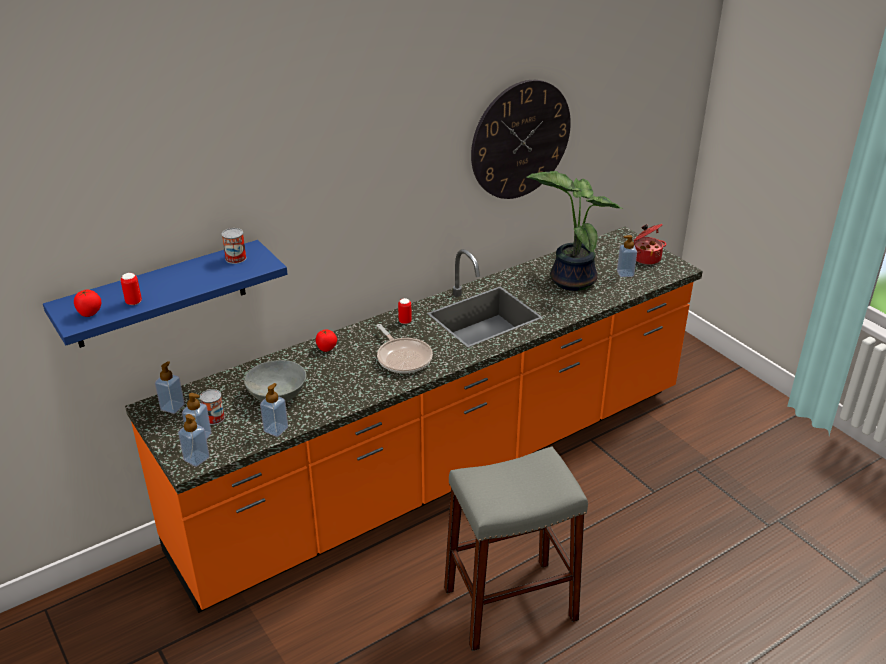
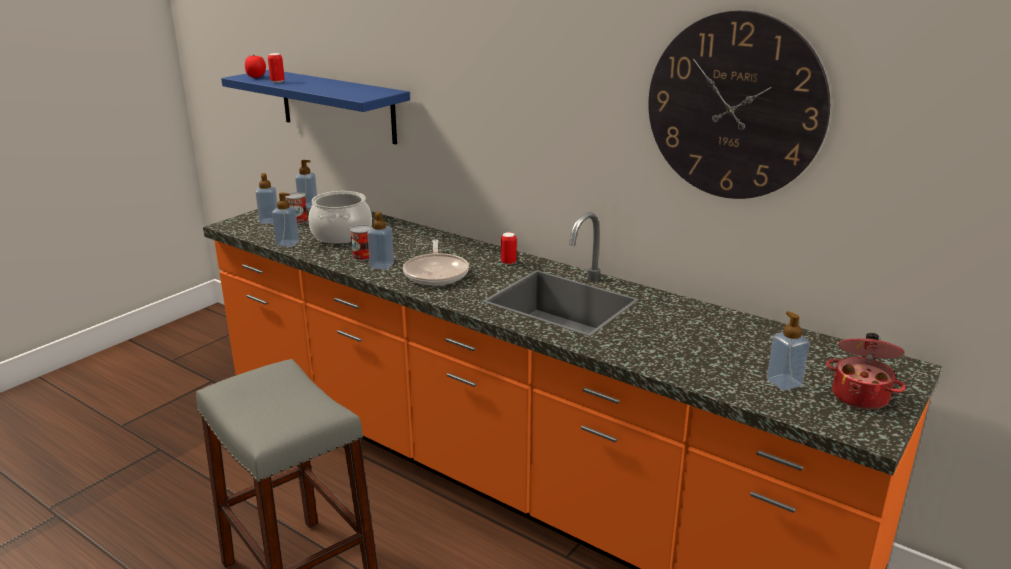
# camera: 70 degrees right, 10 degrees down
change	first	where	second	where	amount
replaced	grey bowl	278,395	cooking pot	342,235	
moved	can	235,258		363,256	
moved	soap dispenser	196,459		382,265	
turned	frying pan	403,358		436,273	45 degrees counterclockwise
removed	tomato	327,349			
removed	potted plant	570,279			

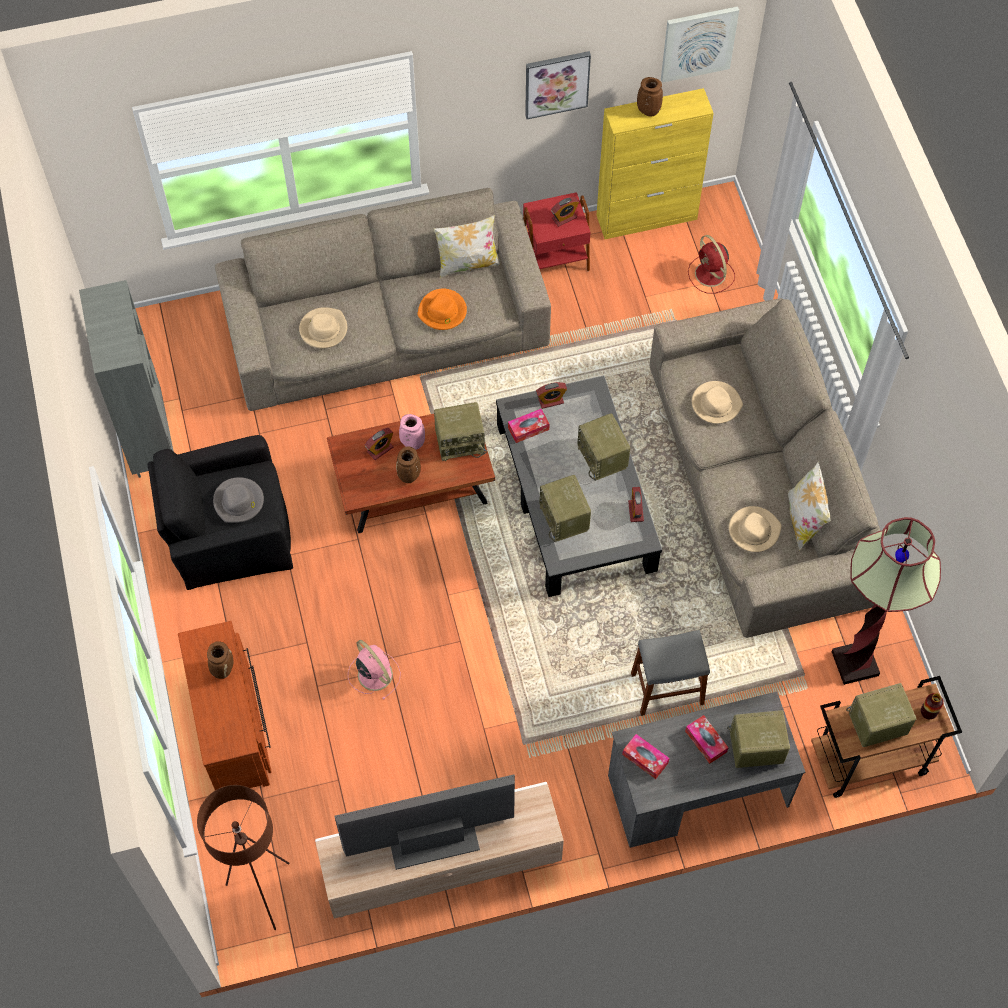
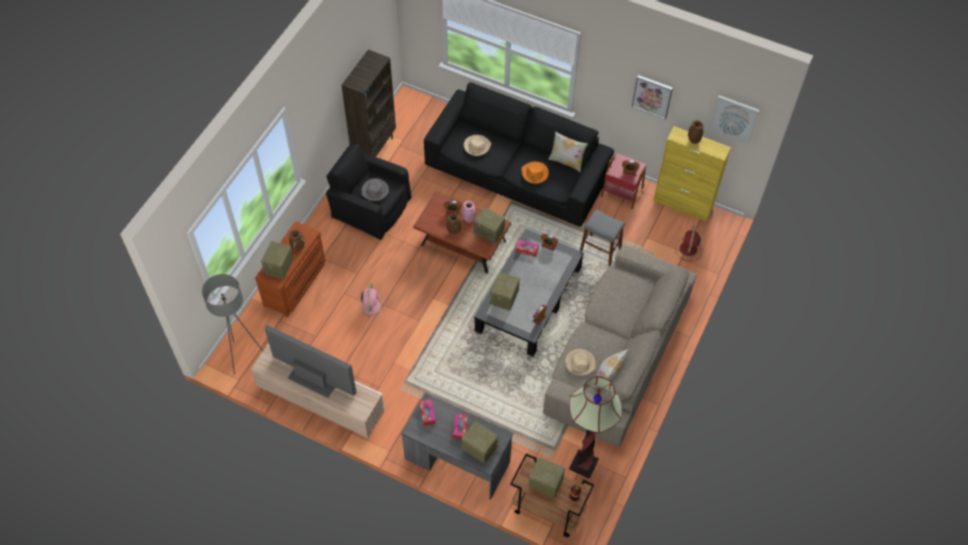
# camera: 40 degrees right, 5 degrees down
change	first	where	second	where	amount
recoloured	brown floor lamp	263,893	grey floor lamp	243,356	
moved	radio	603,458		279,267	
recoloured	grey bookcase	149,441	brown bookcase	374,148	
recoloured	beige sofa	387,329	black sofa	516,172	
moved	grey stool	667,688		600,250	
removed	beige hat	716,404			

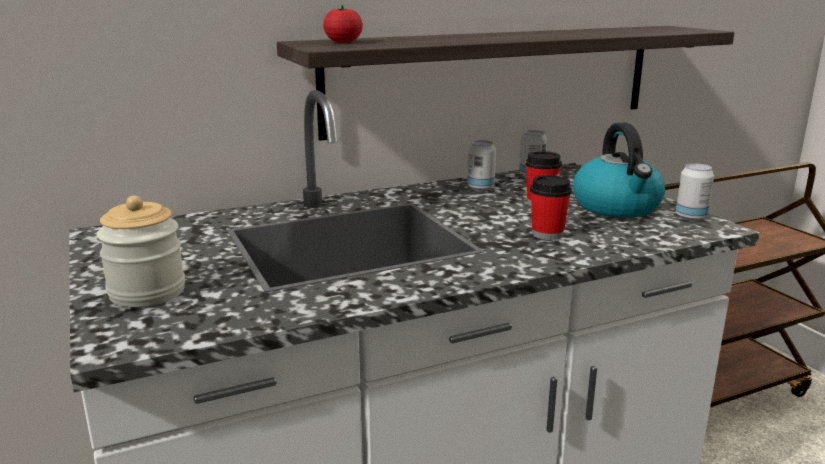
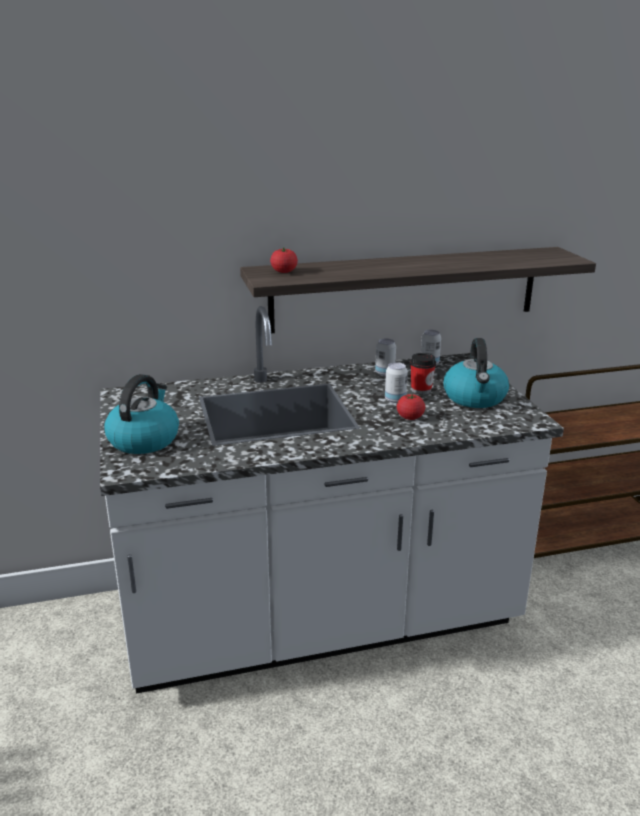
# camera: 10 degrees right, 5 degrees up
change	first	where	second	where	amount
replaced	jar	147,292	kettle	144,439	
moved	can	691,217		395,399	
replaced	cup	547,234	tomato	410,417	

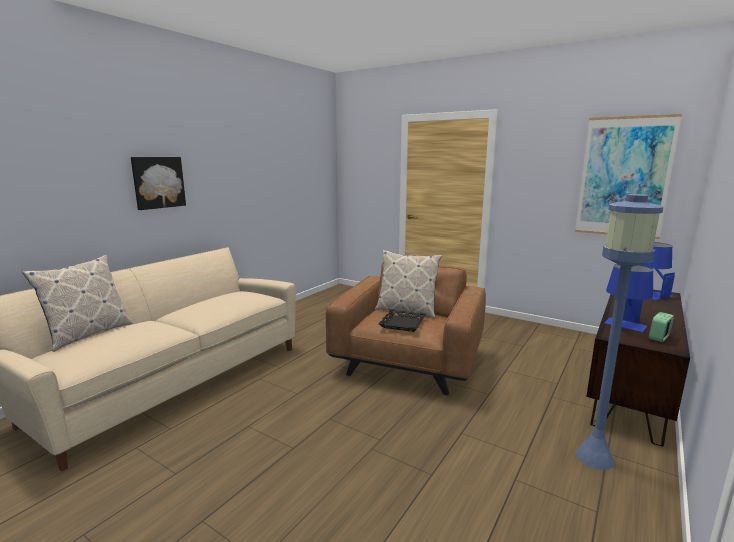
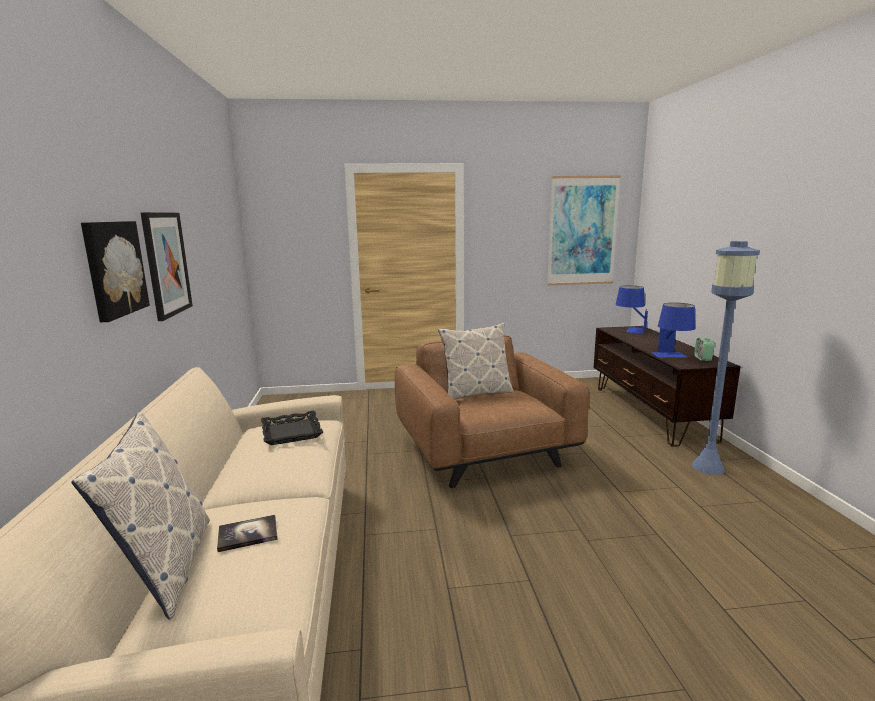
# camera: 40 degrees left, 0 degrees up
change	first	where	second	where	amount
added			picture	166,264	
added			book	248,534	
moved	black tray	403,324		292,432	

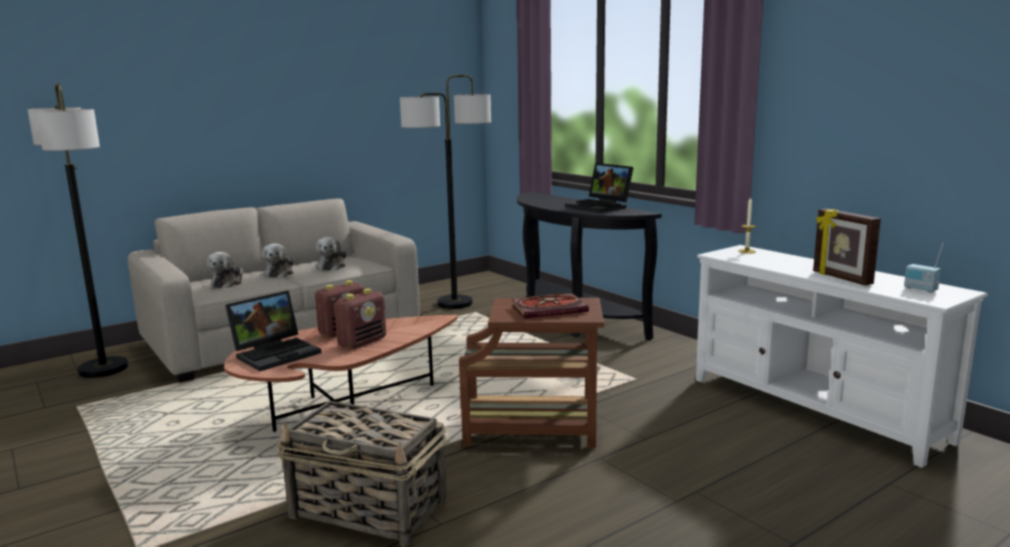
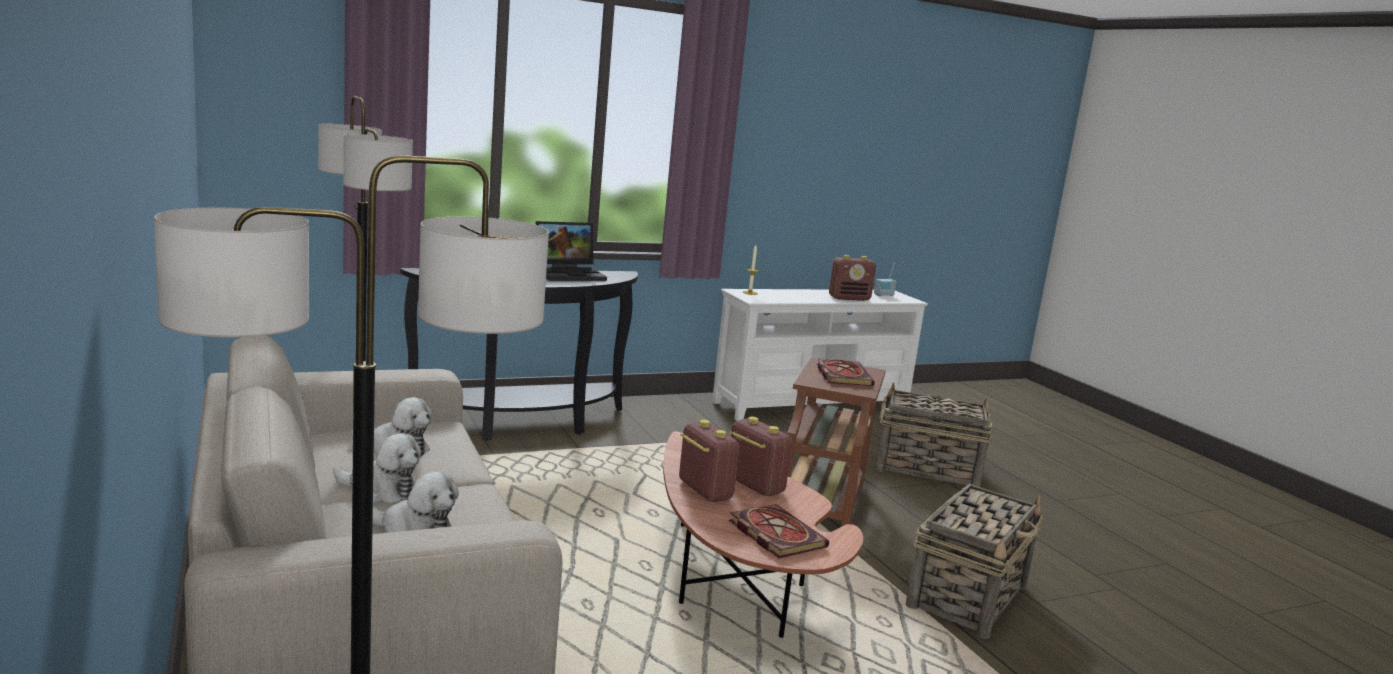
# camera: 80 degrees left, 0 degrees up
change	first	where	second	where	amount
replaced	laptop	277,353	book	774,534	
replaced	picture frame	841,278	radio	849,298	
added			basket	925,468	

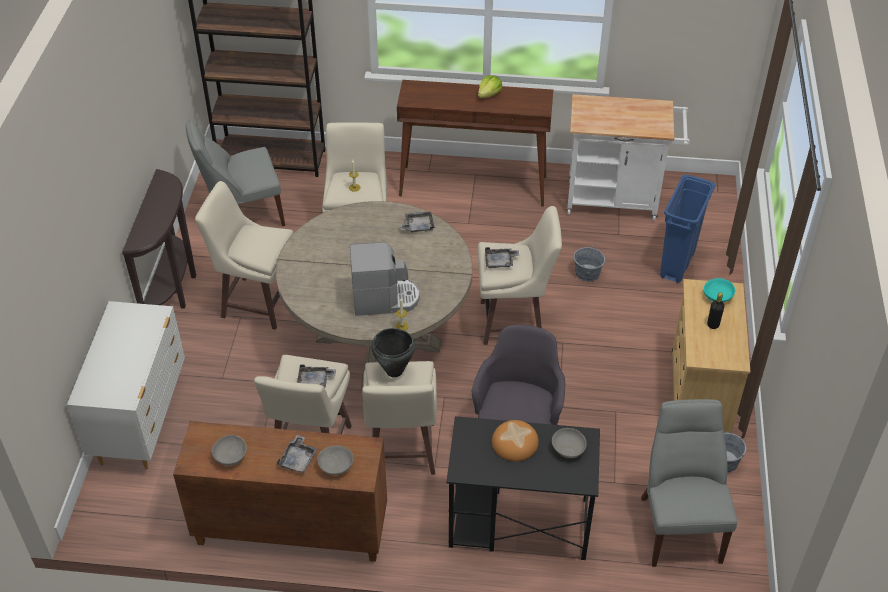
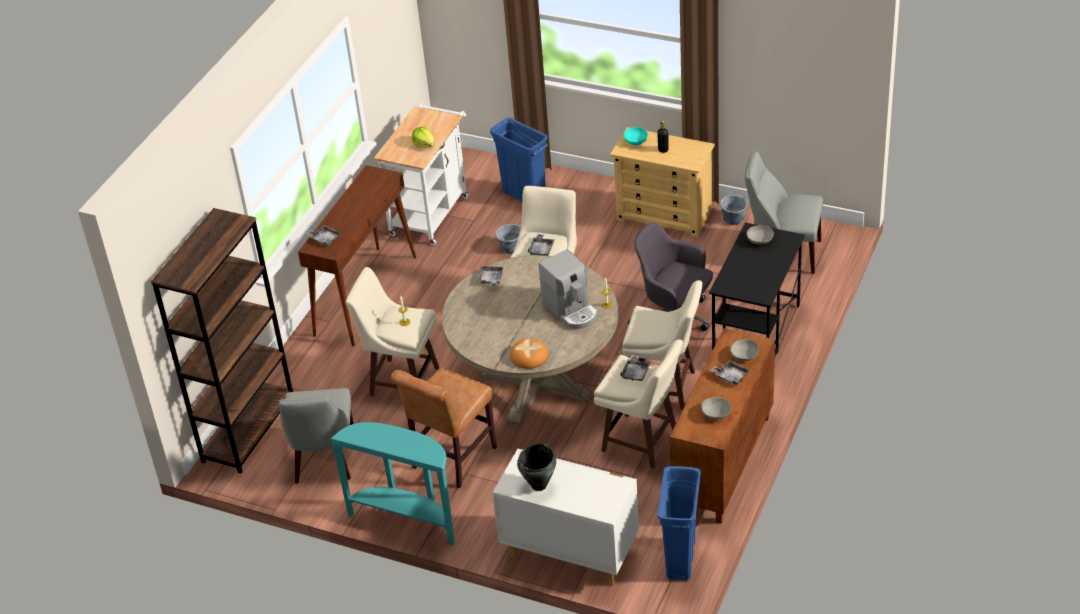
# camera: 70 degrees left, 5 degrees down
change	first	where	second	where	amount
added			grey tray	324,238	
recoloured	brown console table	174,289	turquoise console table	406,519	
replaced	beige stool	257,302	brown chair	451,460	
moved	lettuce	489,94		424,144	
moved	bread	515,442		528,356	
moved	black cooking pot	394,371		539,485	
turned	coffee machine	385,299		571,310	135 degrees clockwise
added			blue trash can	680,558	

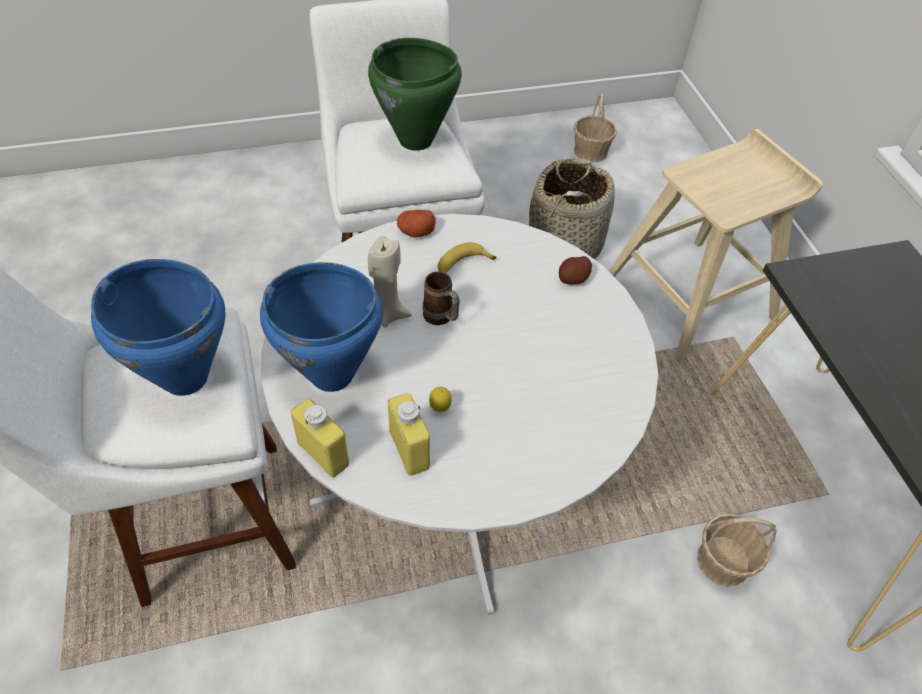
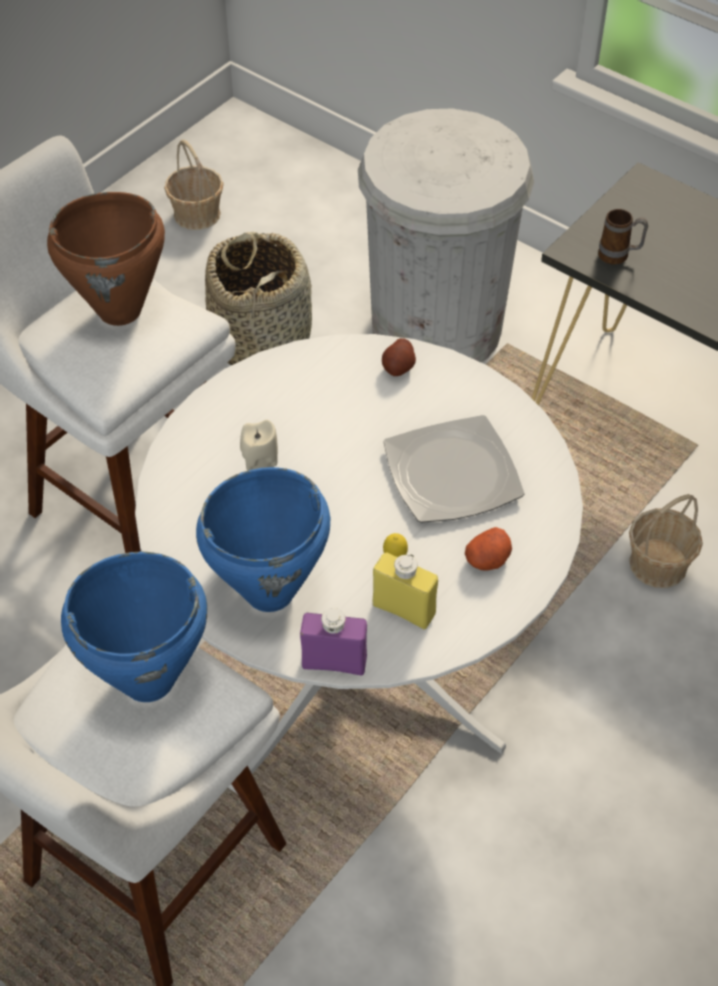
# camera: 35 degrees left, 0 degrees up
change	first	where	second	where	amount
recoloured	green cooking pot	416,141	brown cooking pot	120,311	
recoloured	yellow bottle	323,454	purple bottle	334,662	
replaced	beige stool	691,298	white trash can	436,327	
added			plate	450,473	
moved	potato	415,232		487,560	
moved	mug	441,319		619,256	
removed	banana	462,265			

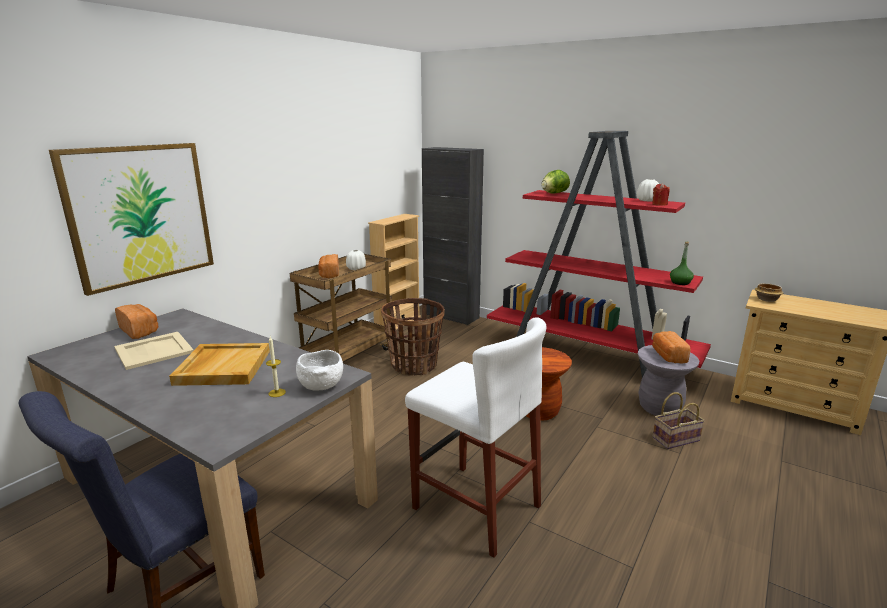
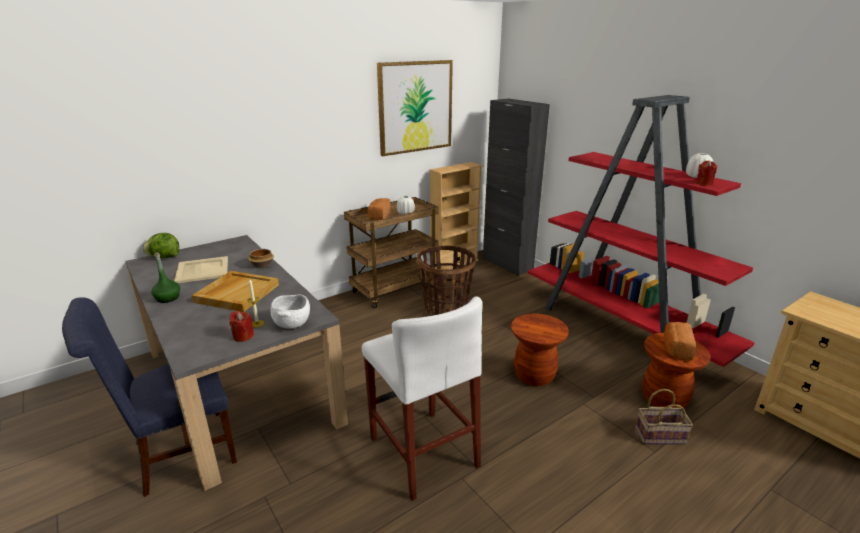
# camera: 20 degrees right, 5 degrees up
change	first	where	second	where	amount
moved	lettuce	554,193		164,257	
moved	green bottle	680,282		167,298	
added			red candle	243,336	
moved	bowl	766,299		261,265	
moved	picture	140,214		415,107	
recoloured	grey stool	659,408	brown stool	664,399	
removed	bread	140,331			

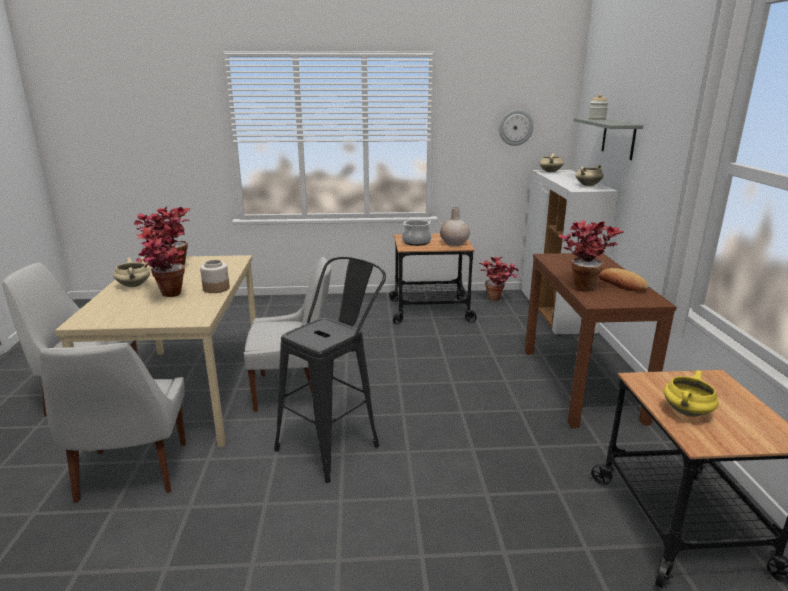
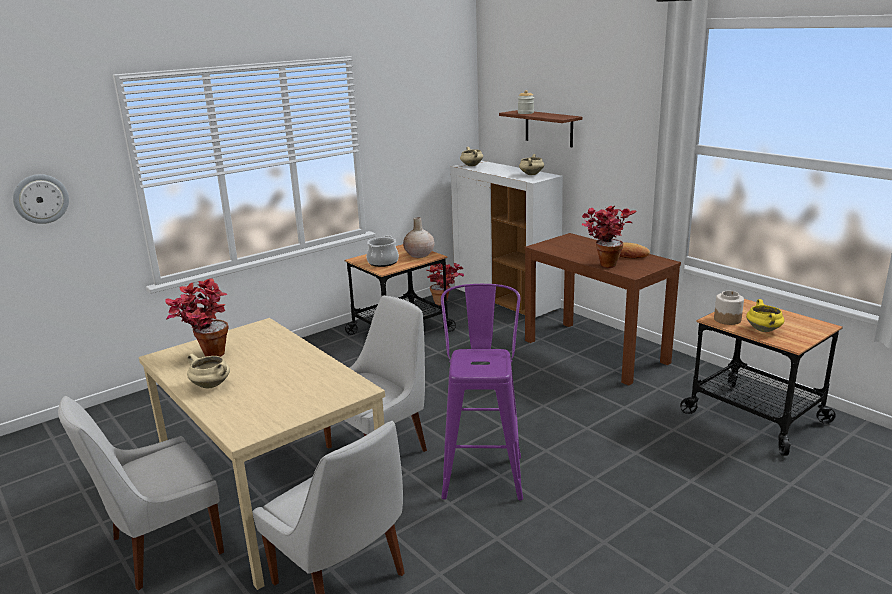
# camera: 35 degrees left, 0 degrees up
change	first	where	second	where	amount
moved	wall clock	515,127		41,198	
recoloured	black stool	335,443	purple stool	483,470	
recoloured	grey shelf	618,138	brown shelf	549,128	
moved	jar	216,288		727,319	
removed	potted plant	167,296			

